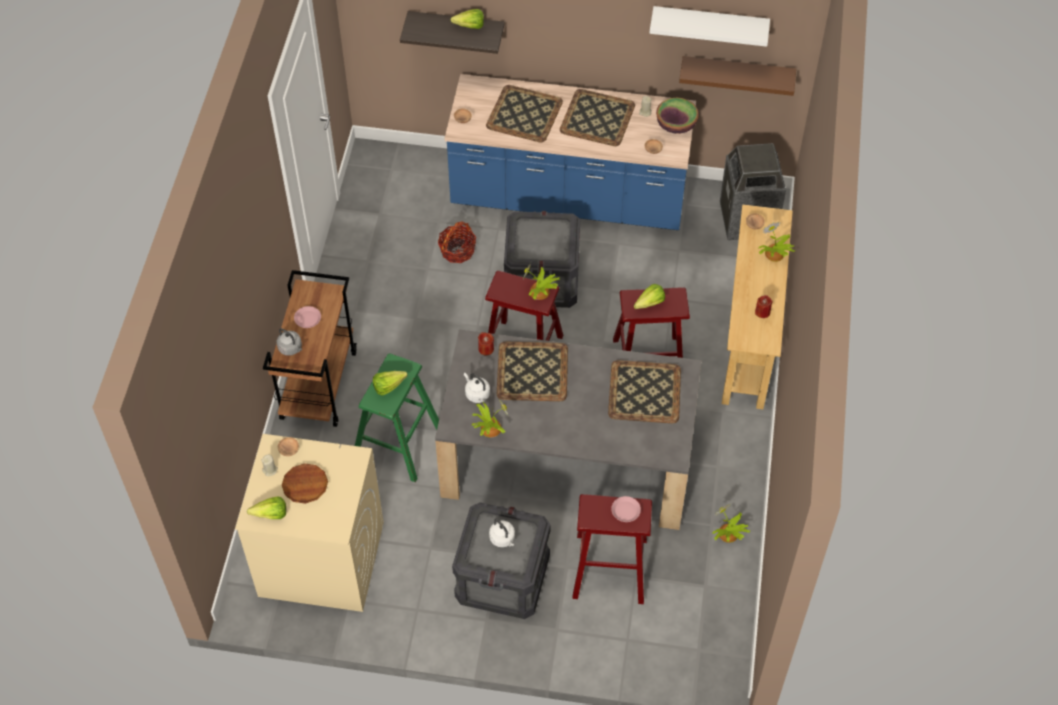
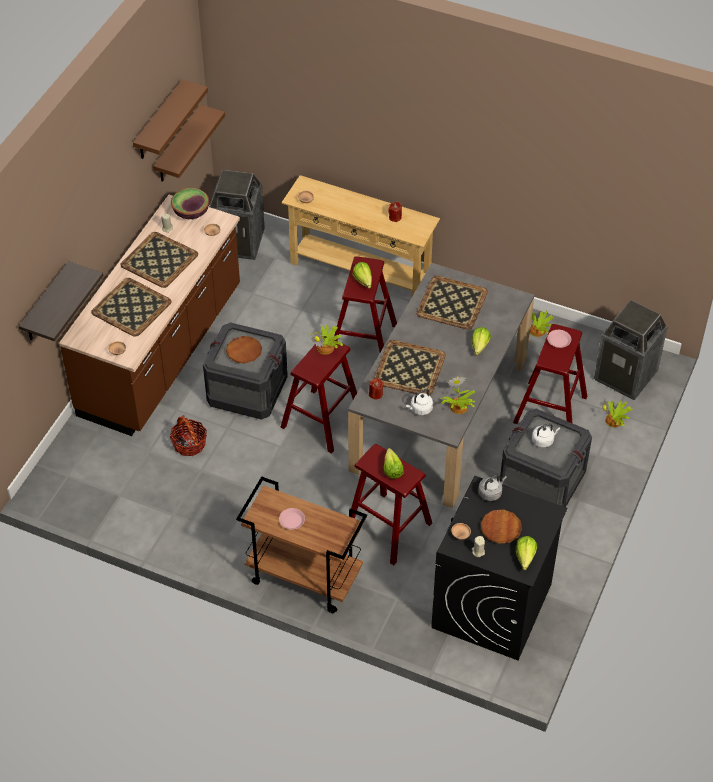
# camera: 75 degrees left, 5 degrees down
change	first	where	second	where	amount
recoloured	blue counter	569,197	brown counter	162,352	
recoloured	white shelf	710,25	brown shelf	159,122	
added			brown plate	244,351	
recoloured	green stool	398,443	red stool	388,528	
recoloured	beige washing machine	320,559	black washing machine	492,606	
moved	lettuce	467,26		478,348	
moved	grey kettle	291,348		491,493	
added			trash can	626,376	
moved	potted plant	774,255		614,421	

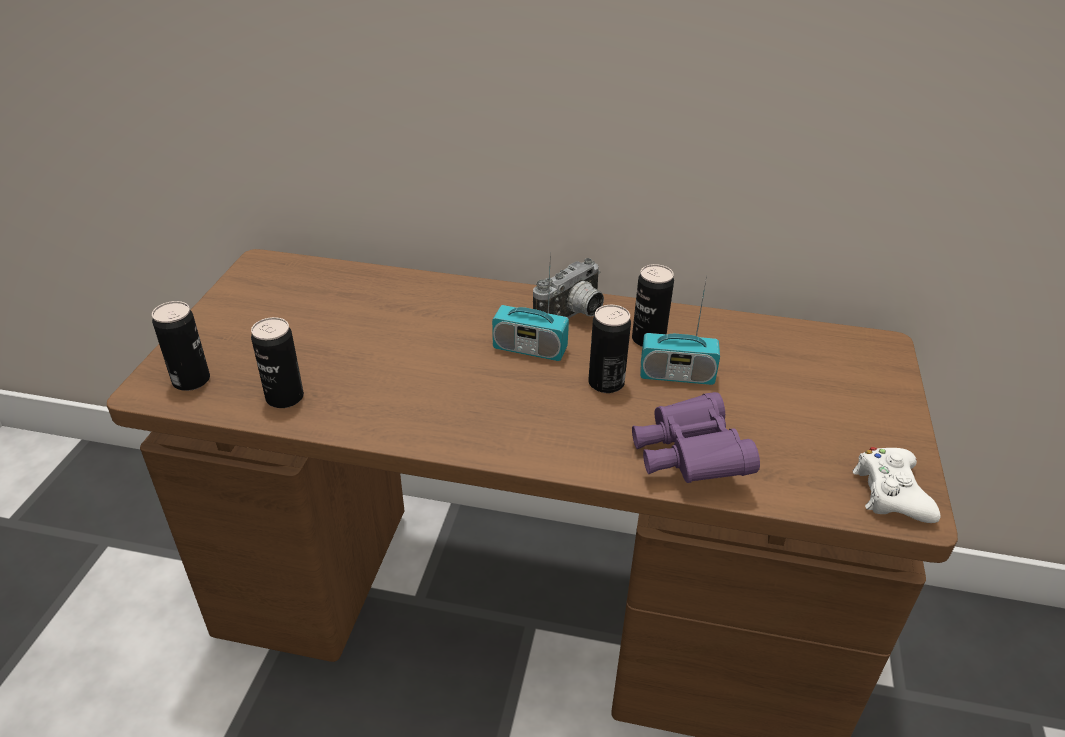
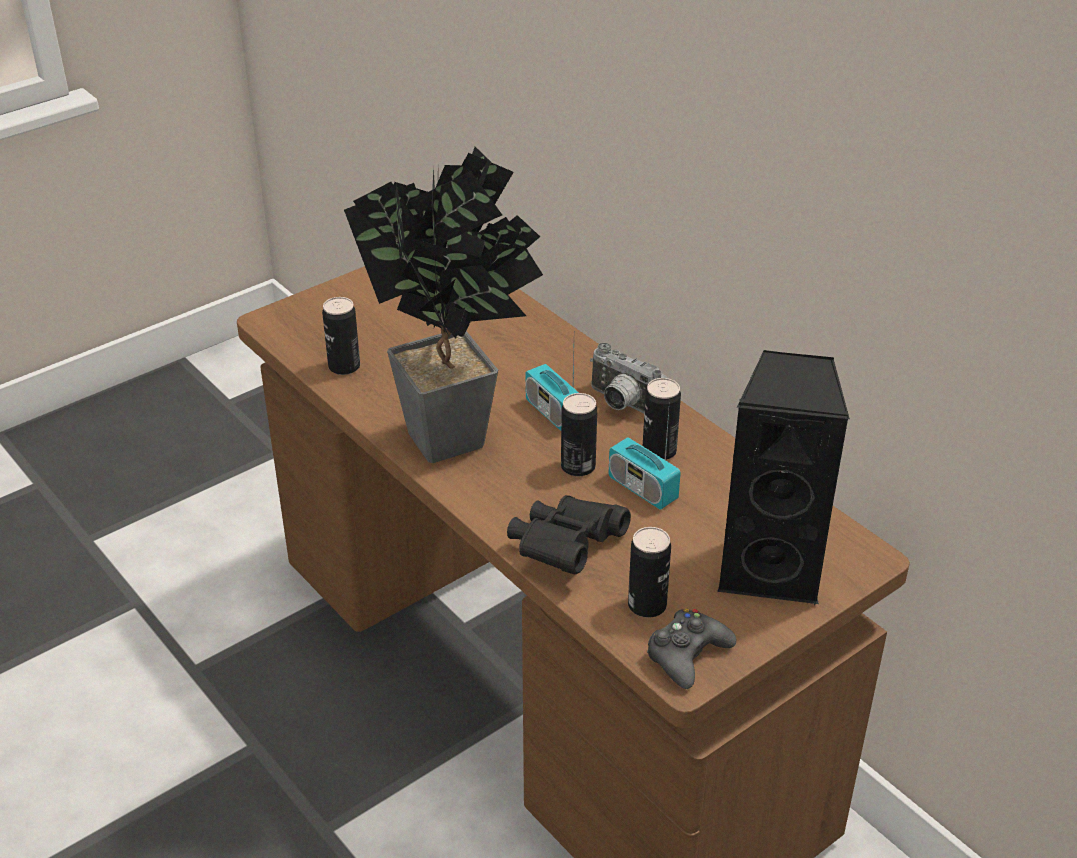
# camera: 40 degrees right, 0 degrees up
change	first	where	second	where	amount
added			potted plant	460,439	
recoloured	purple binoculars	687,458	black binoculars	565,548	
turned	photo camera	573,317		621,404	45 degrees clockwise
moved	can	191,380		647,605	
recoloured	white game controller	891,493	black game controller	687,655	
added			black speaker	771,569	

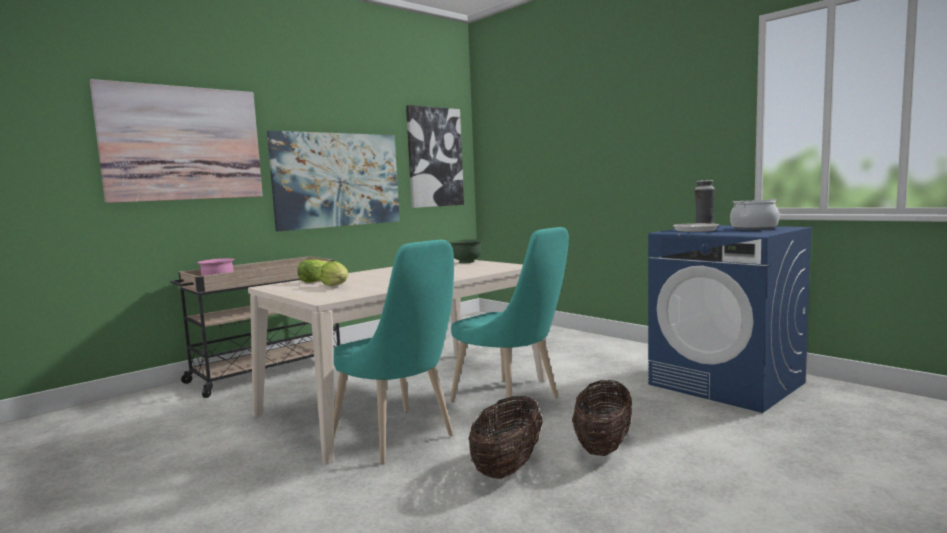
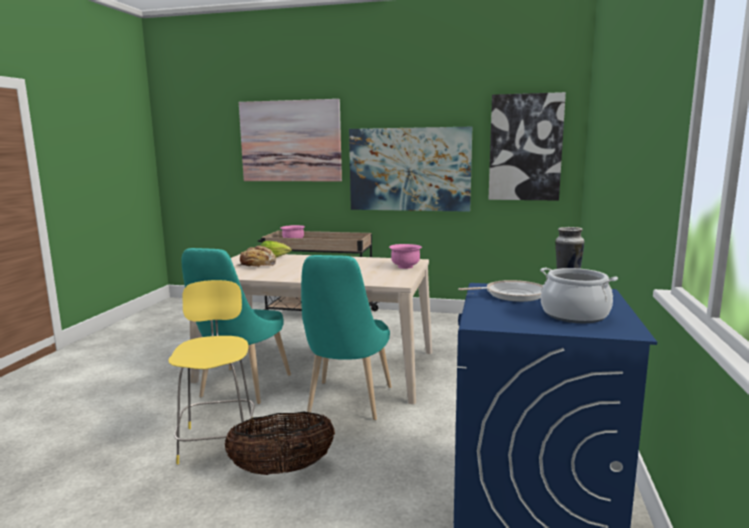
# camera: 55 degrees right, 5 degrees up
change	first	where	second	where	amount
replaced	basket	508,467	yellow stool	218,440	
replaced	lettuce	337,286	bread	258,265	
recoloured	green bowl	466,262	pink bowl	405,267	

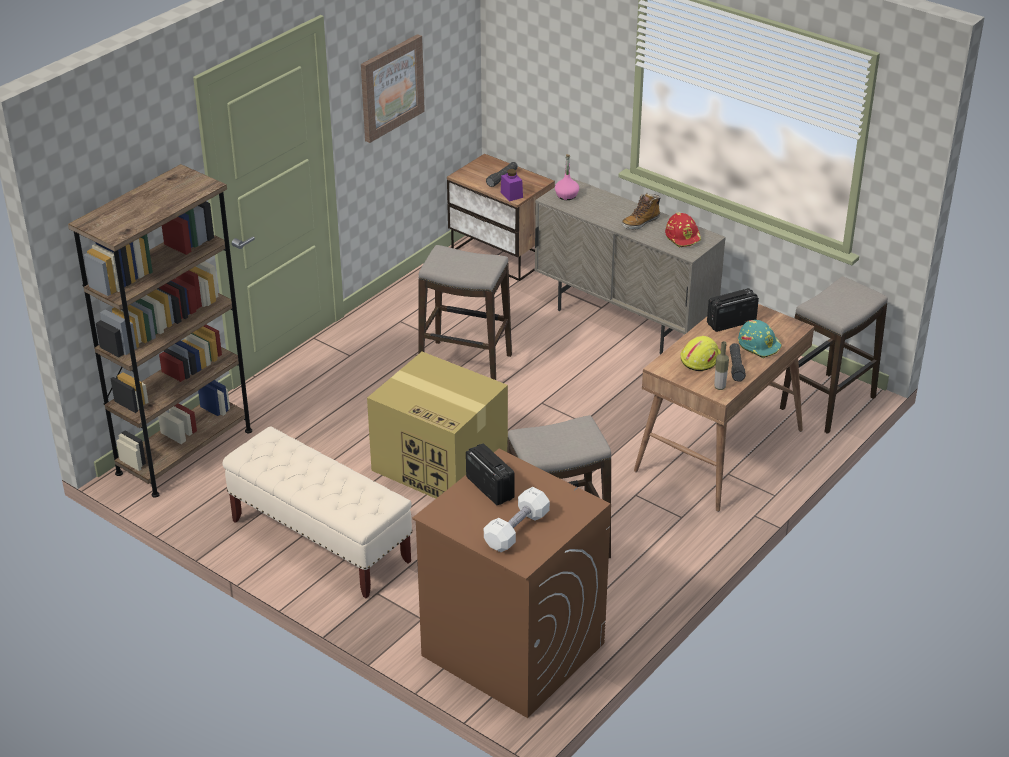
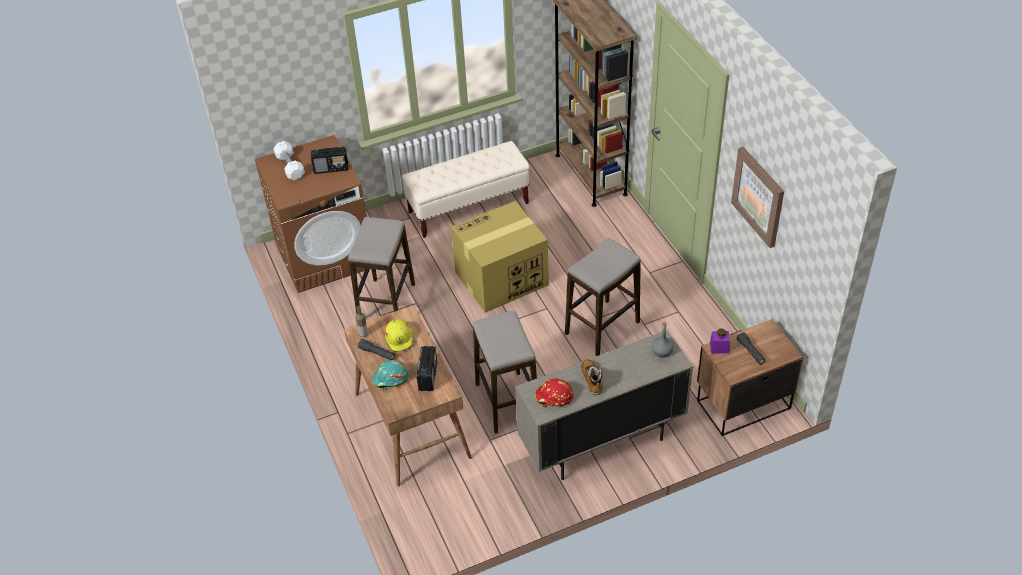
# camera: 120 degrees right, 10 degrees up
change	first	where	second	where	amount
moved	stool	827,403		507,402	
recoloured	pink bottle	566,195	grey bottle	662,351	

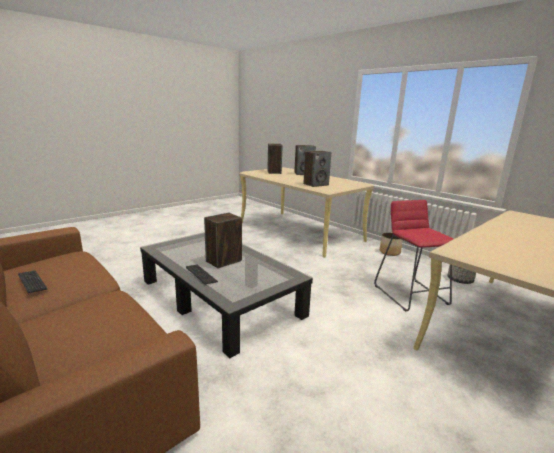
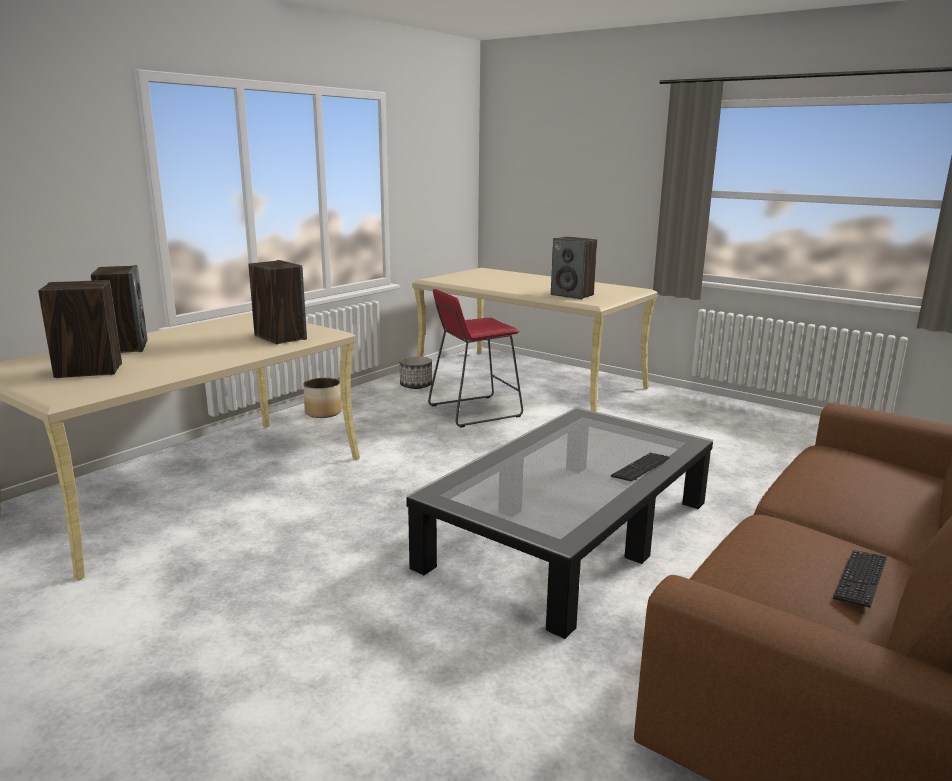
# camera: 100 degrees left, 0 degrees up
change	first	where	second	where	amount
moved	speaker	223,261		572,295	

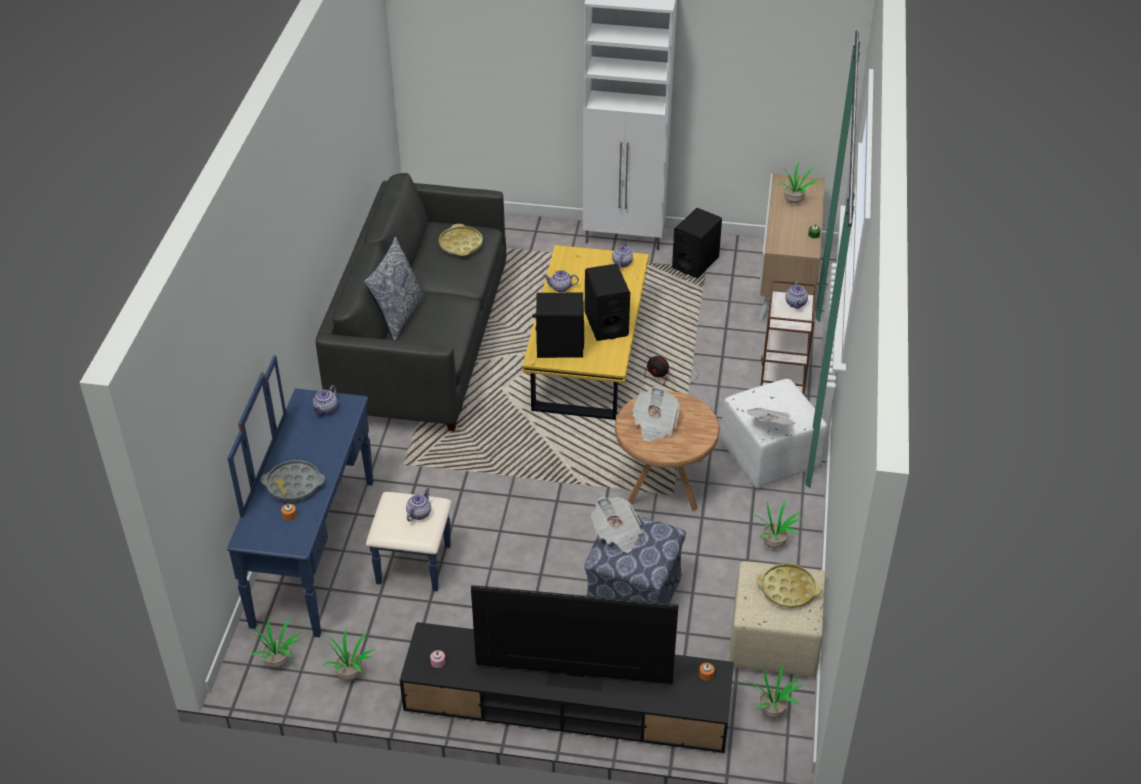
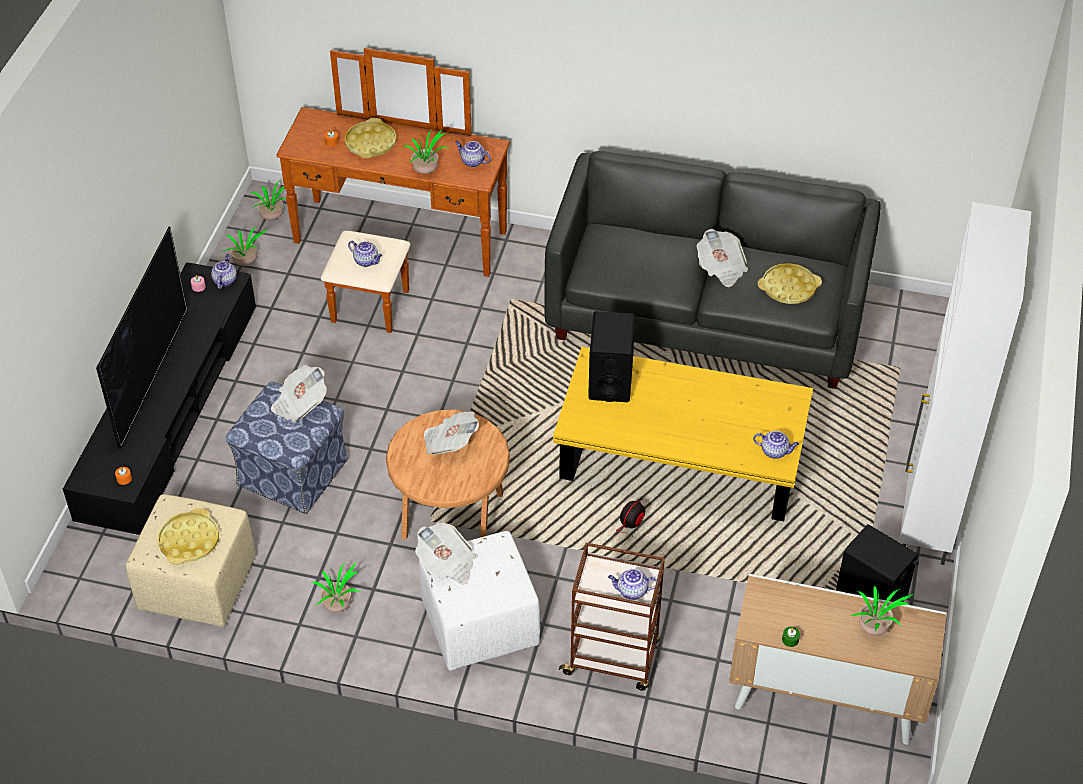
# camera: 95 degrees right, 5 degrees up
change	first	where	second	where	amount
moved	teapot	560,288		225,280	
recoloured	blue dresser	337,553	brown dresser	394,252	
recoloured	grey tray	294,485	yellow tray	370,143	
moved	potted plant	771,710		427,171	
added			newspaper	721,268	
removed	pillow	397,316			
removed	black speaker	606,324			

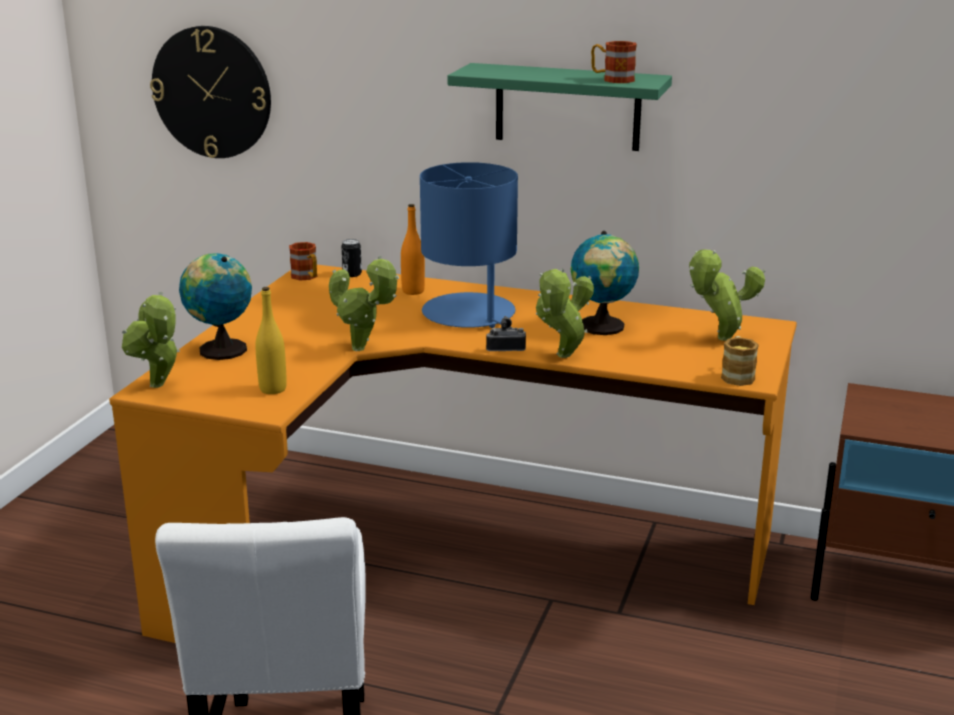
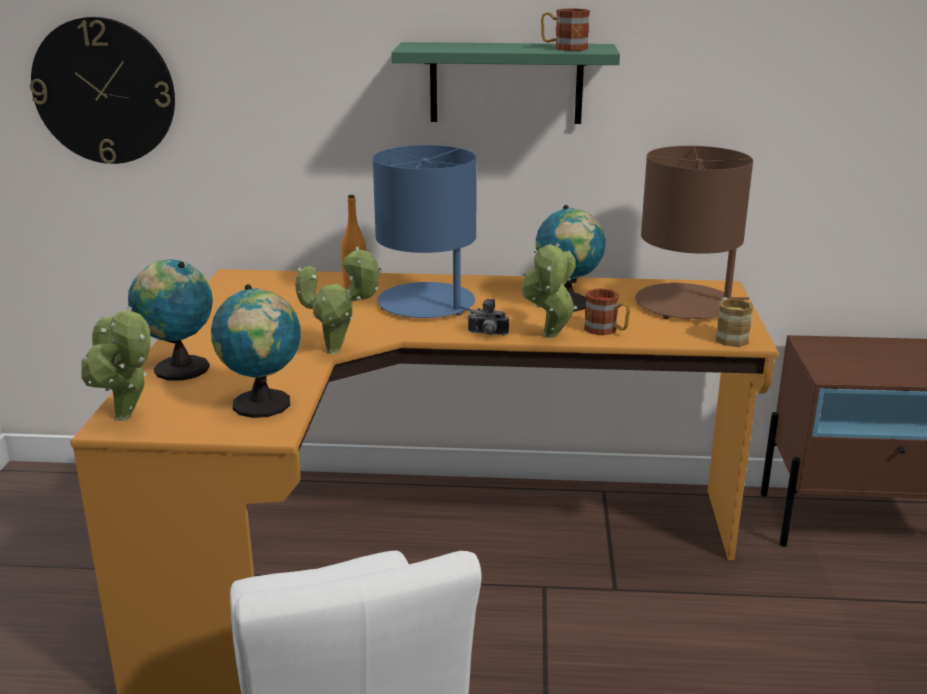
# camera: 15 degrees left, 0 degrees up
change	first	where	second	where	amount
replaced	yellow bottle	273,389	globe	263,406	
turned	photo camera	505,348		487,334	150 degrees counterclockwise
moved	mug	307,277		606,330	
replaced	potted plant	719,339	brown table lamp	686,304	
removed	can	352,274			

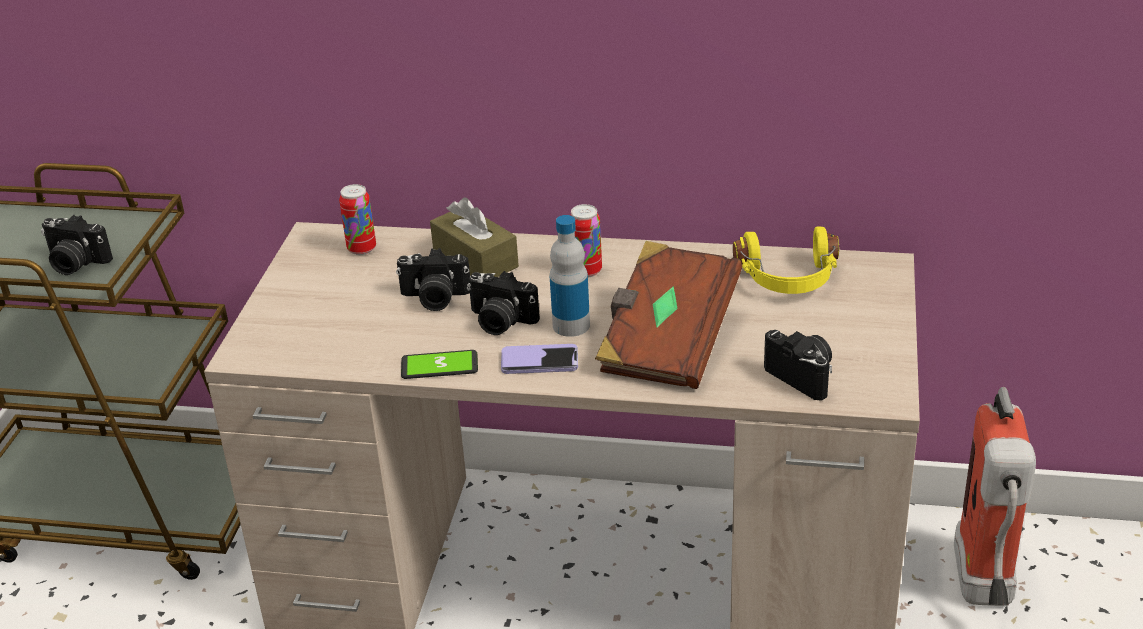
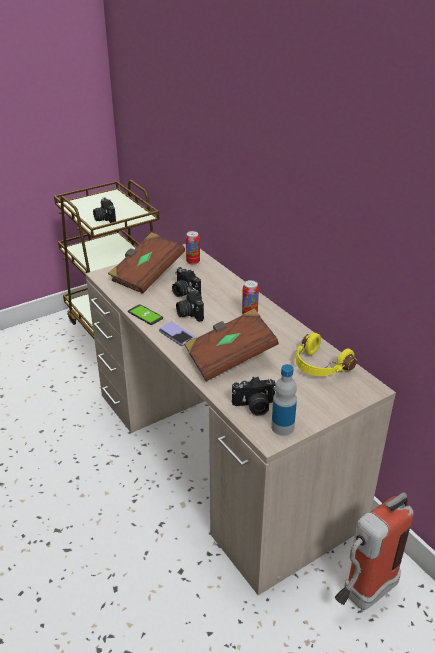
# camera: 45 degrees right, 0 degrees up
change	first	where	second	where	amount
added			brown book	147,275	
turned	photo camera	804,376		254,406	75 degrees clockwise
moved	bottle	571,325		282,427	
removed	brown tissue box	475,259			

